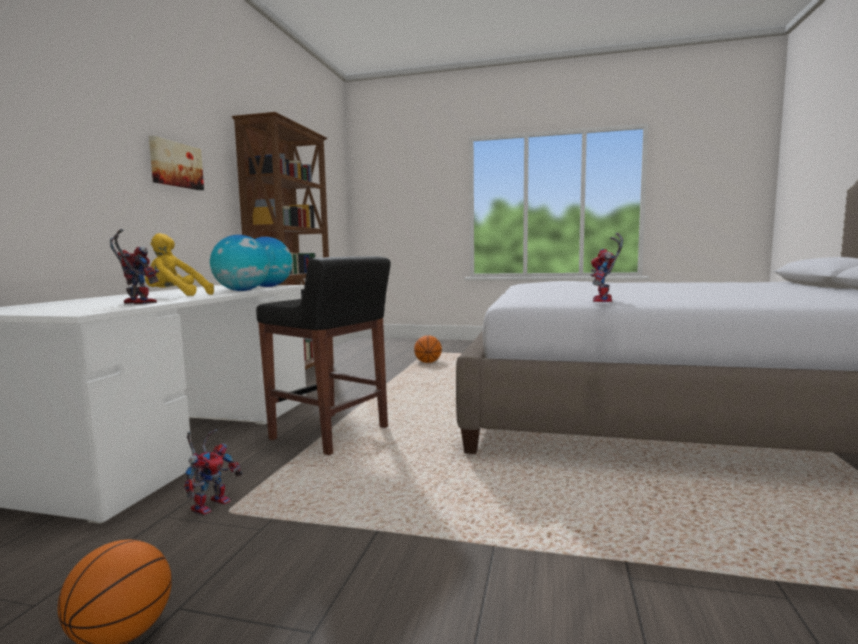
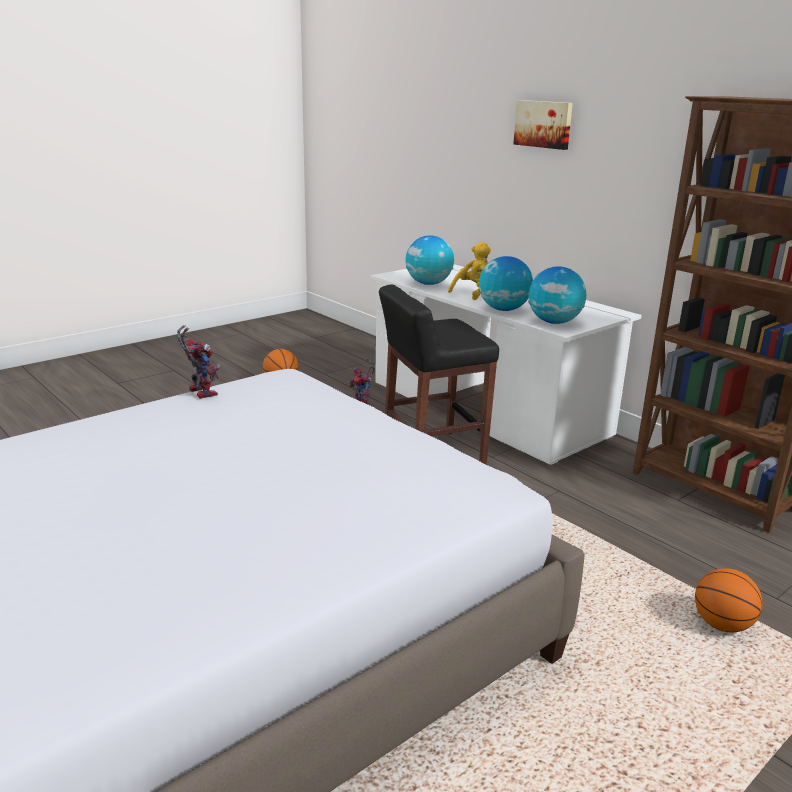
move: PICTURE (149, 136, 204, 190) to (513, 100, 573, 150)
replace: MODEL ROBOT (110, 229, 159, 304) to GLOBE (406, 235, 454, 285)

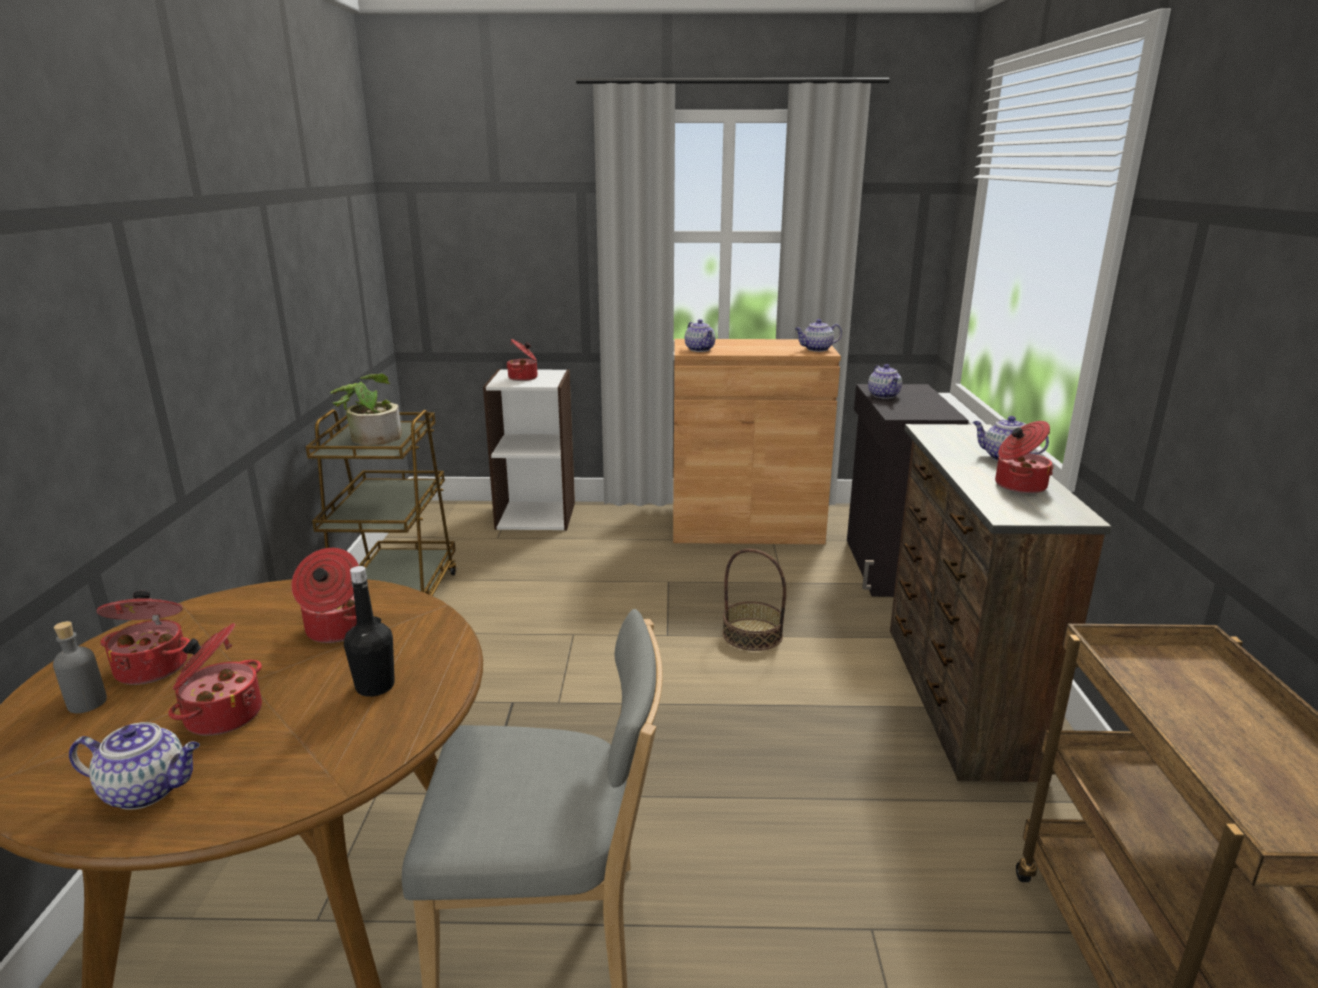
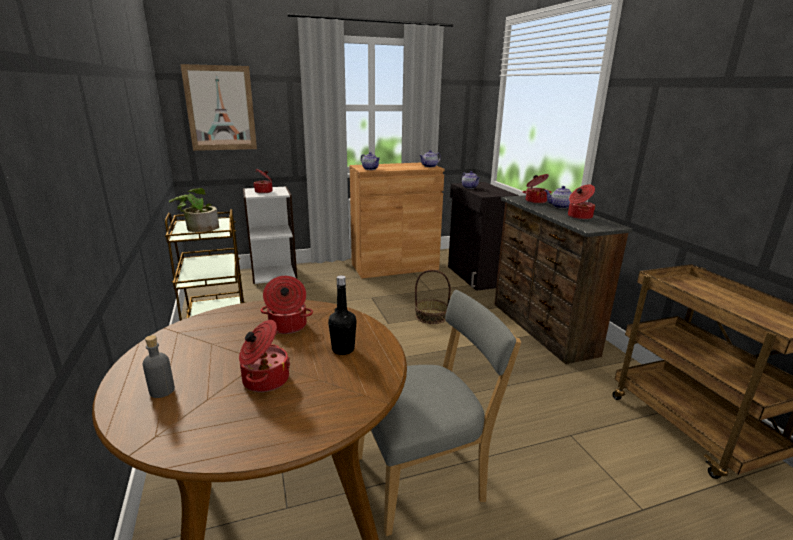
delete: POT FOR TEA (69, 722, 200, 810)
insert: PICTURE (180, 64, 257, 151)
move: SAUCEPOT (97, 591, 190, 685) to (523, 174, 552, 204)

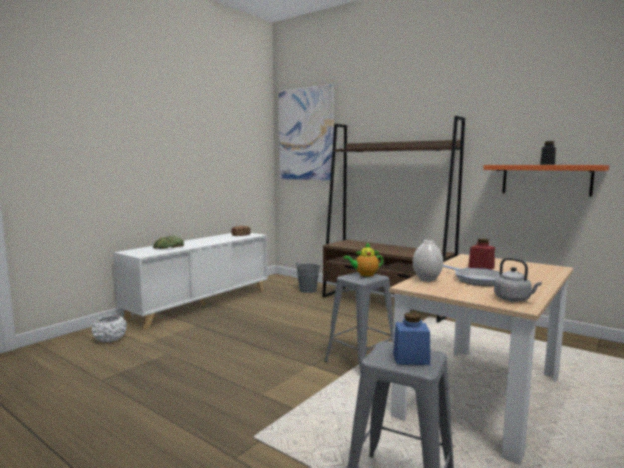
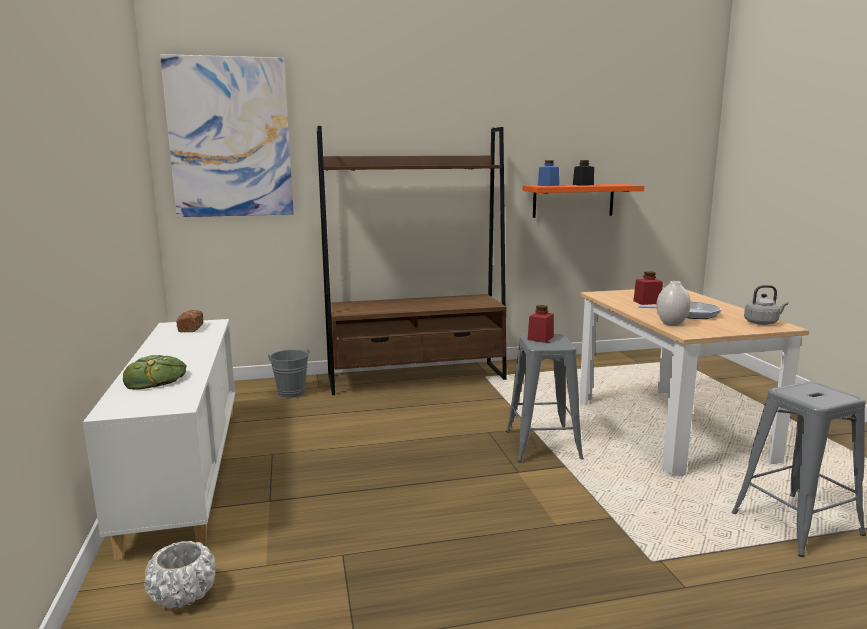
move: BLUISH STORAGE JAR (393, 312, 430, 365) to (538, 160, 559, 186)
replace: POT FOR TEA (343, 243, 383, 277) to RED STORAGE JAR (528, 305, 554, 343)

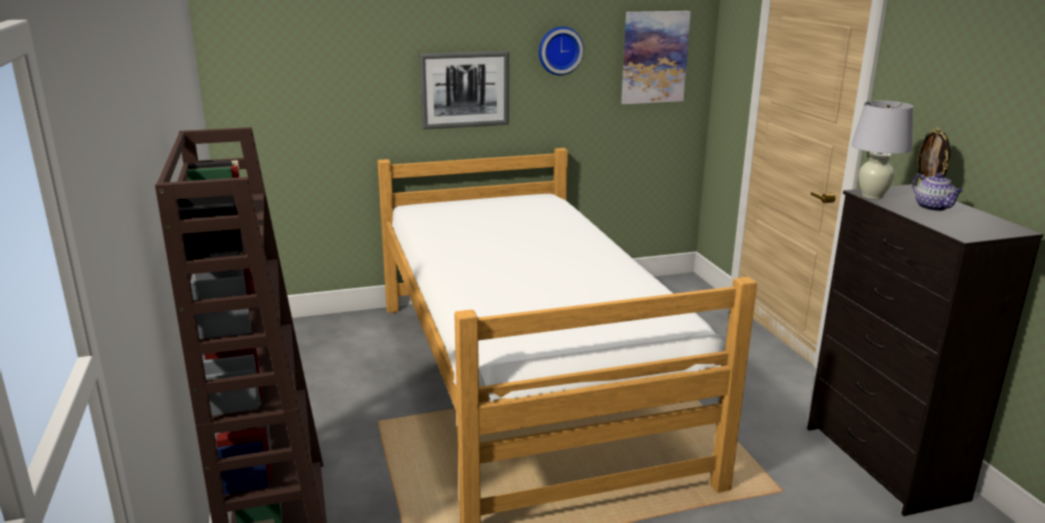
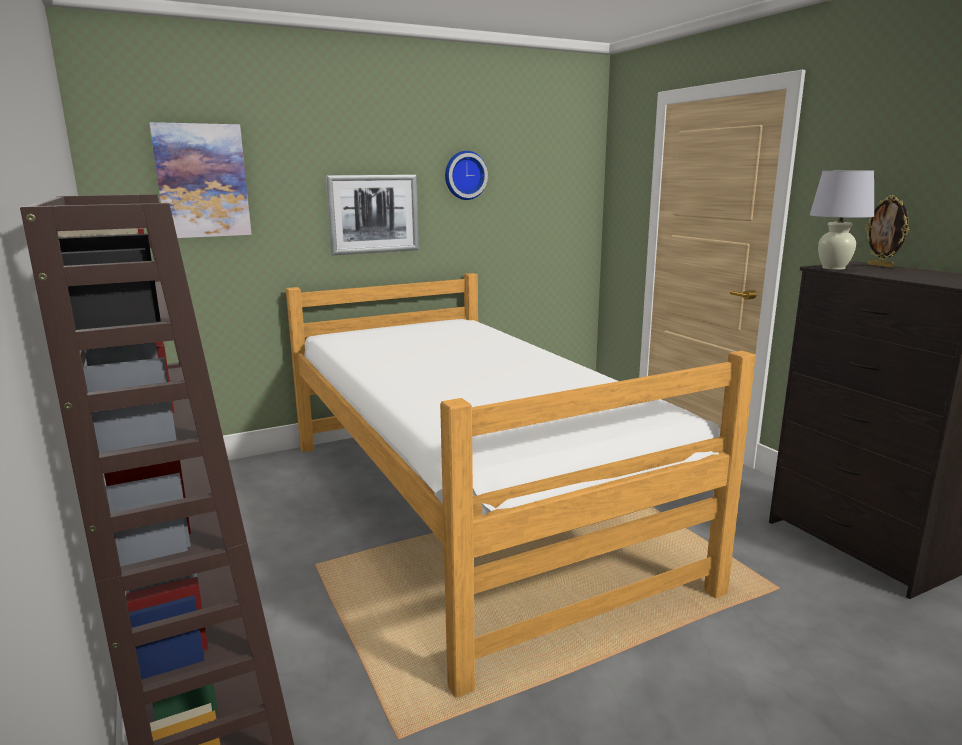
delete: POT FOR TEA (912, 173, 963, 211)
move: PICTURE (621, 11, 691, 104) to (149, 122, 252, 238)

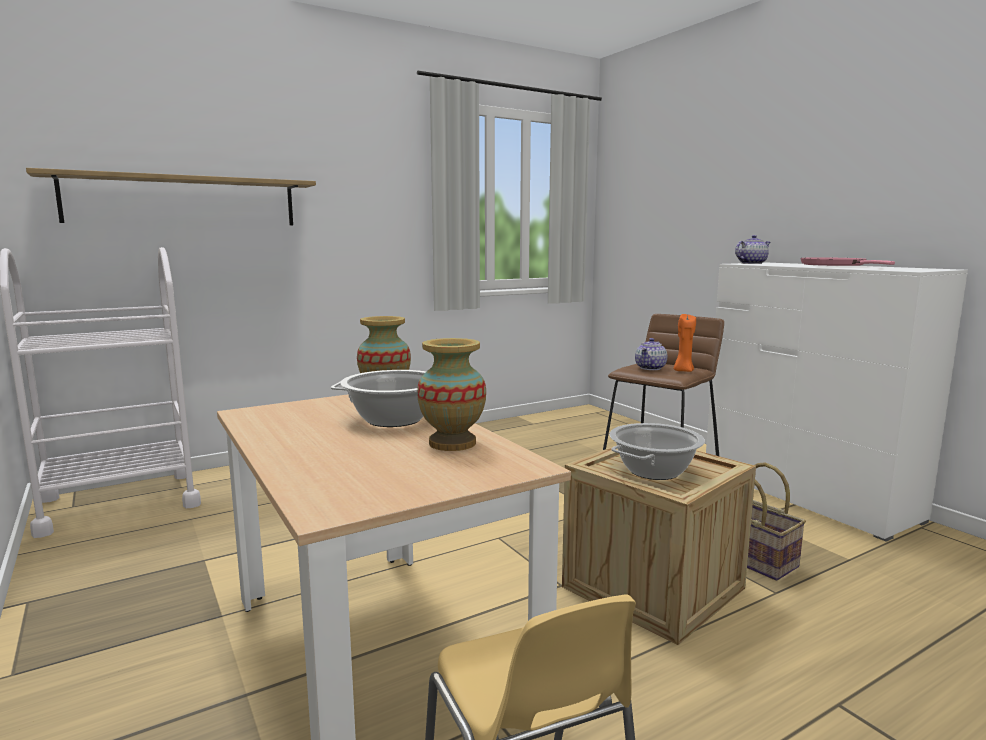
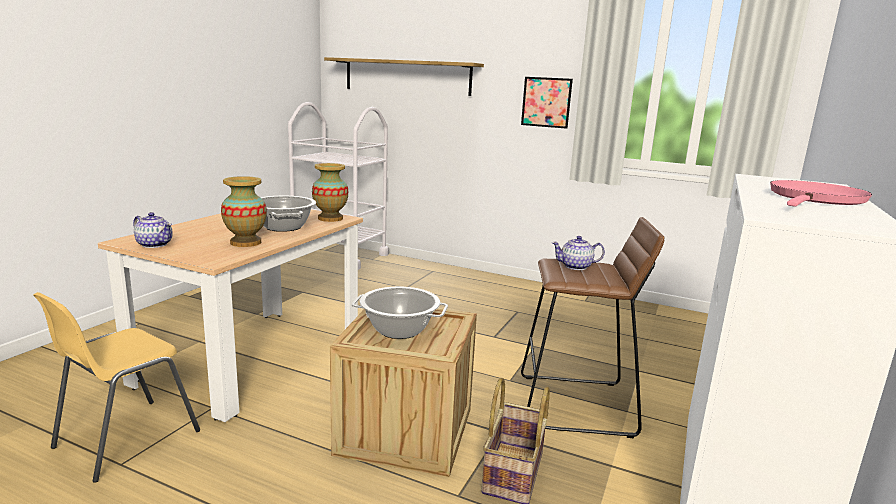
delete: ORANGE WAX LIGHT (674, 314, 696, 372)
insert: PICTURE (521, 77, 573, 129)
move: POT FOR TEA (735, 235, 771, 264) to (133, 212, 173, 248)

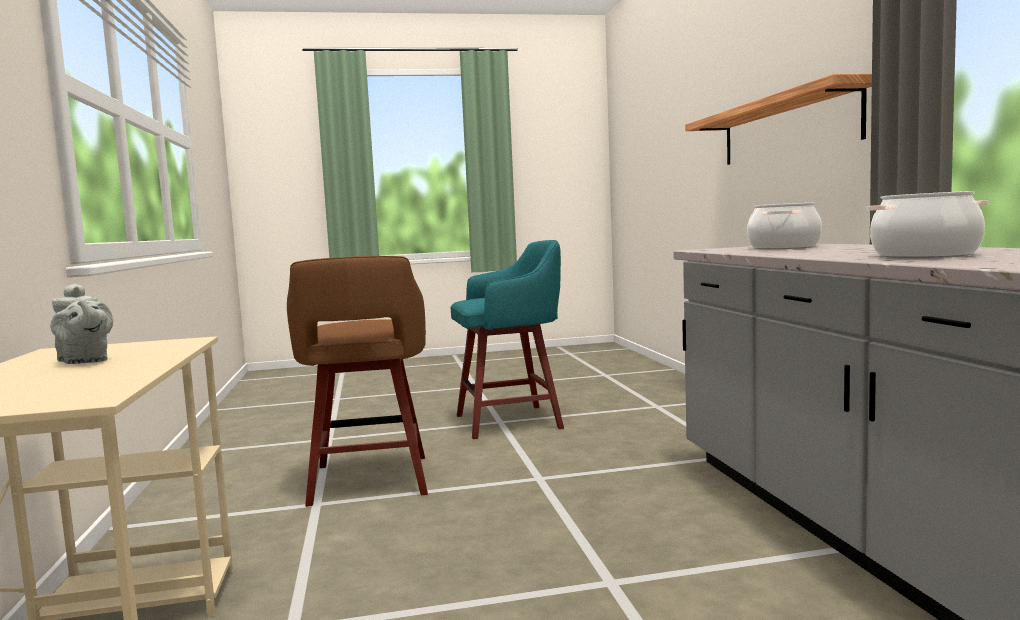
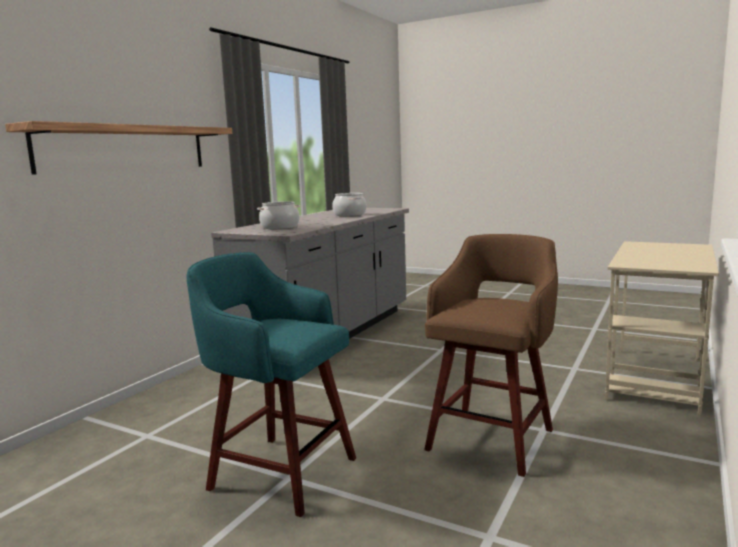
delete: GRAY POT FOR TEA (50, 283, 113, 364)

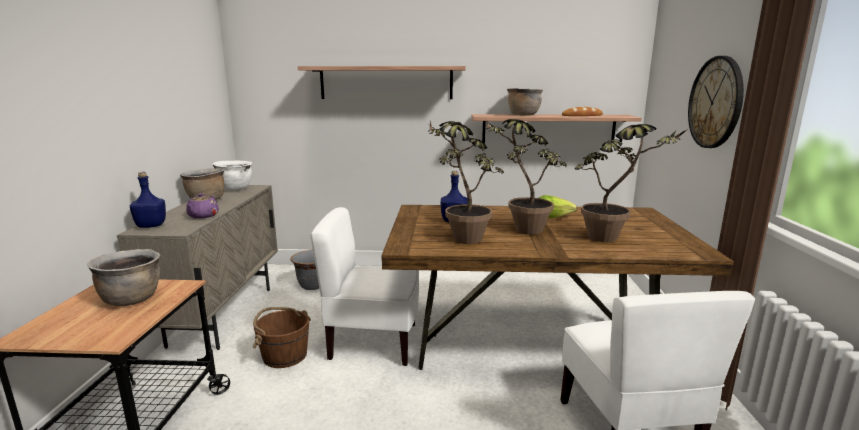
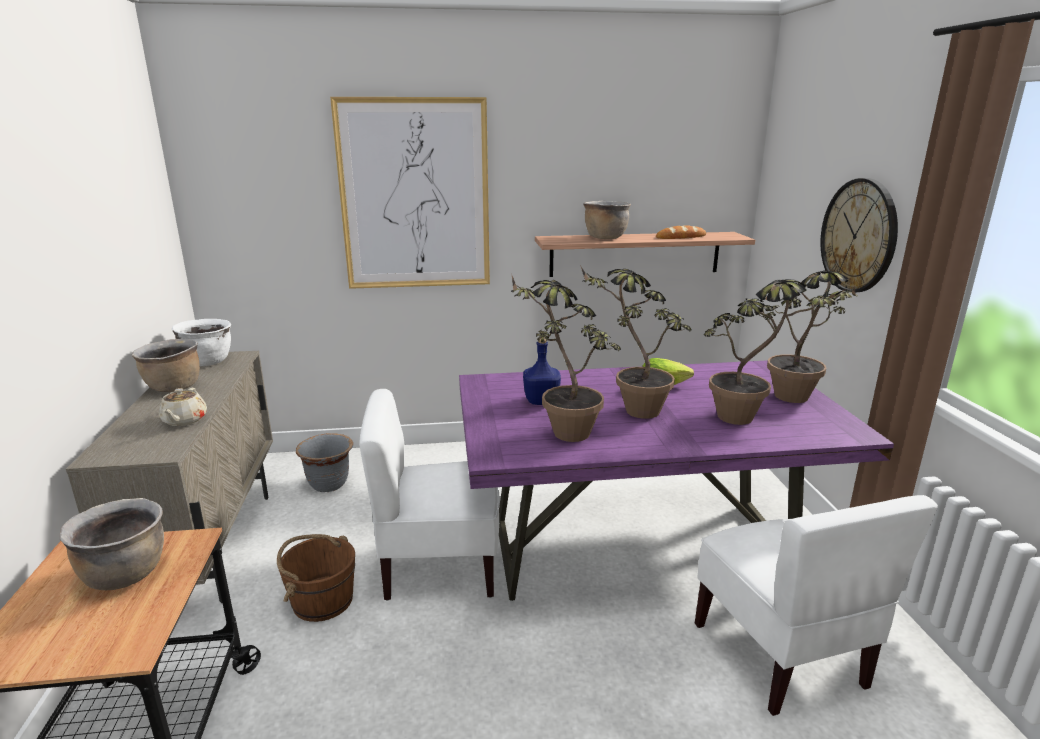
delete: BLUISH BOTTLE (130, 172, 166, 228)
insert: PLANT IN A POT (767, 270, 858, 403)
replace: WALL SHELF (298, 66, 466, 99) to PICTURE (330, 97, 490, 289)
recolor: PURPLISH POT FOR TEA (186, 193, 219, 219) to BEIGE POT FOR TEA (159, 388, 207, 426); BROWN-COLOURED DINNER TABLE (381, 205, 734, 370) to PURPLISH DINNER TABLE (459, 360, 894, 601)

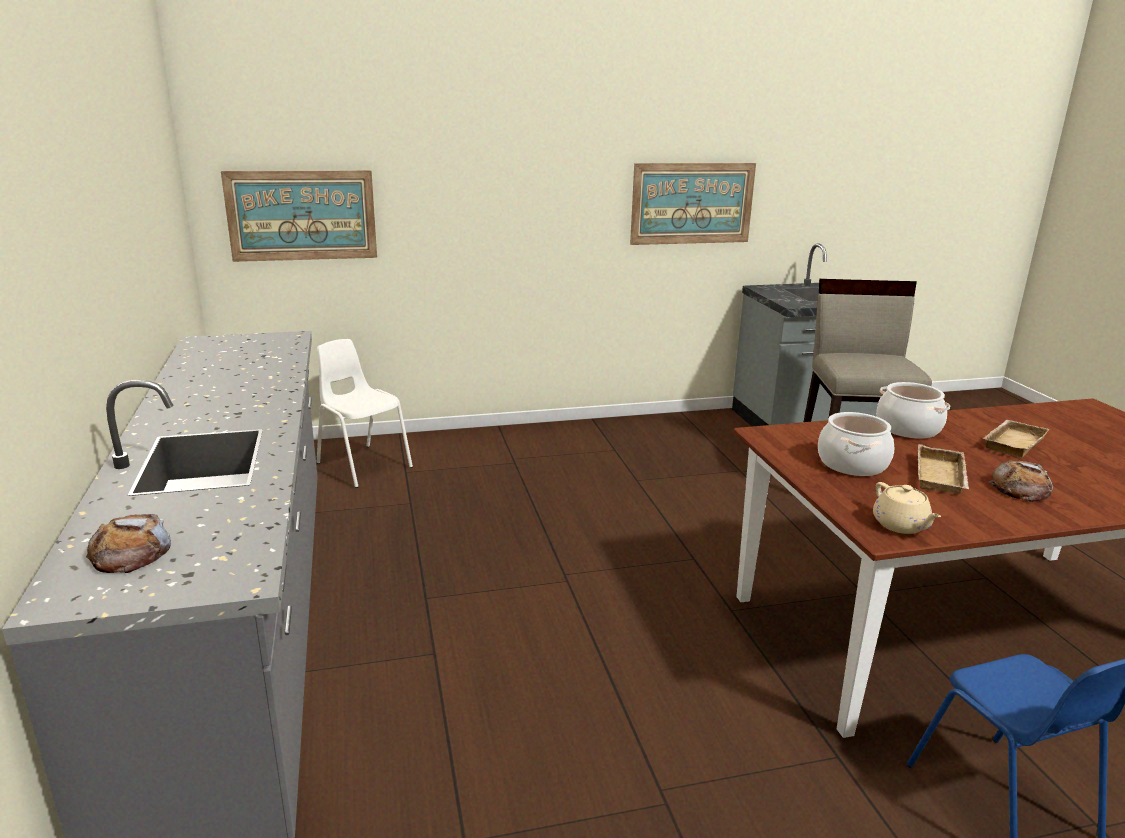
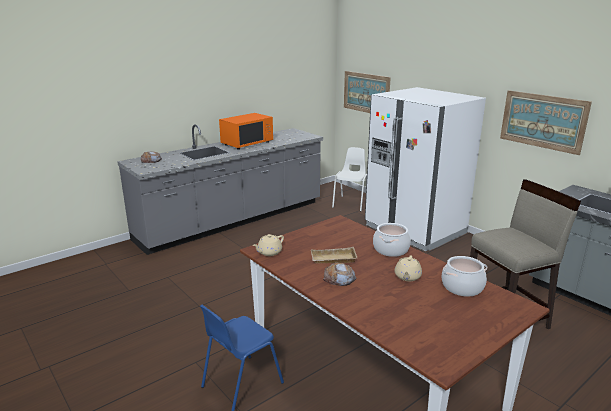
insert: WHITE REFRIGERATOR (365, 87, 486, 251); ORANGE MICROWAVE (219, 113, 273, 150)
move: SAUCEPOT (818, 412, 895, 476) to (442, 256, 487, 297)
replace: BEIGE TRAY (983, 420, 1050, 457) to BEIGE POT FOR TEA (394, 255, 422, 281)

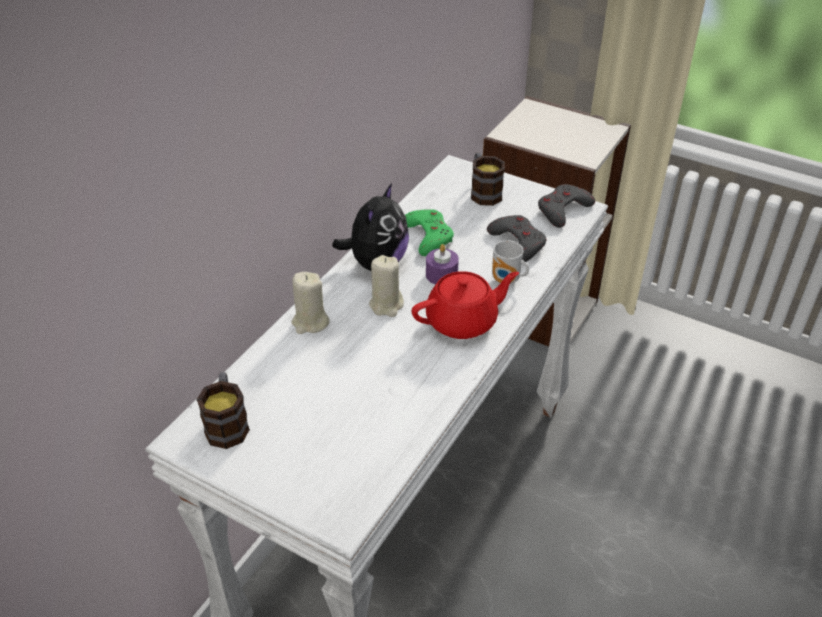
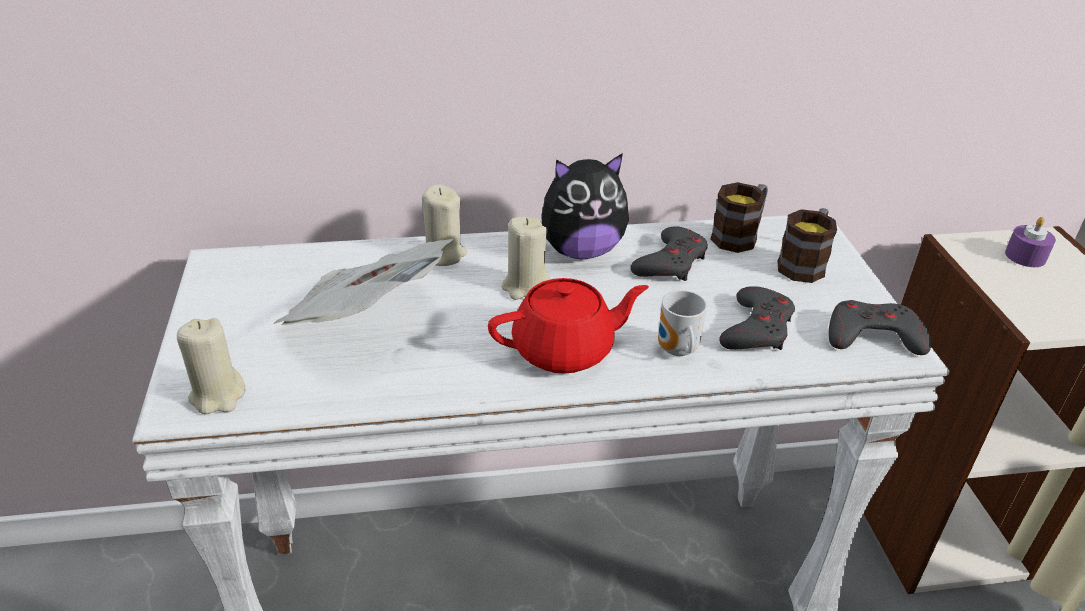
insert: PRINTED PAPER (274, 239, 453, 325); BEIGE WAX LIGHT (177, 318, 245, 414)
move: PURPLISH WAX LIGHT (426, 244, 459, 285) to (1005, 217, 1056, 267); COFFEE MUG (197, 372, 250, 449) to (710, 182, 767, 253)
recolor: GREEN GAME CONTROLLER (405, 209, 454, 256) to GRAY GAME CONTROLLER (630, 227, 708, 281)
rotate: RED POT FOR TEA (411, 271, 519, 339) = (488, 278, 649, 374) 45 degrees counterclockwise

